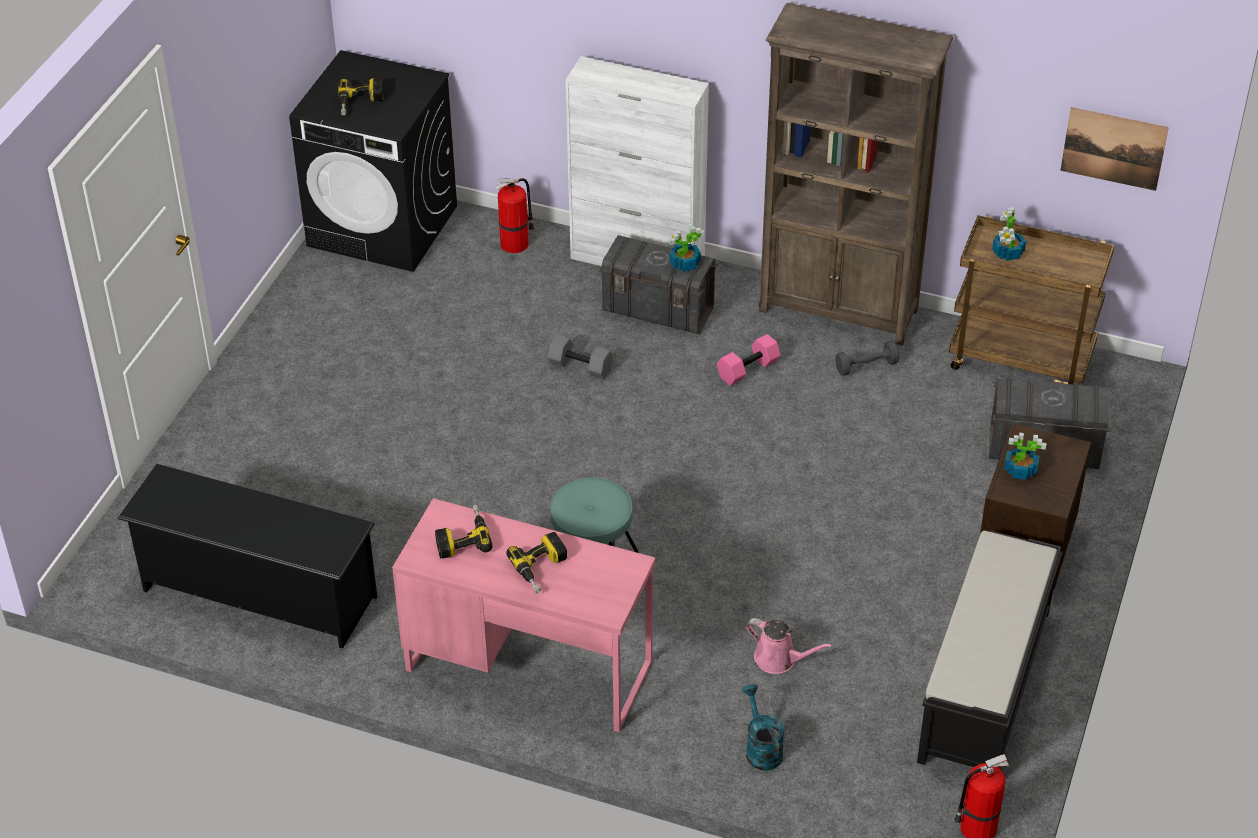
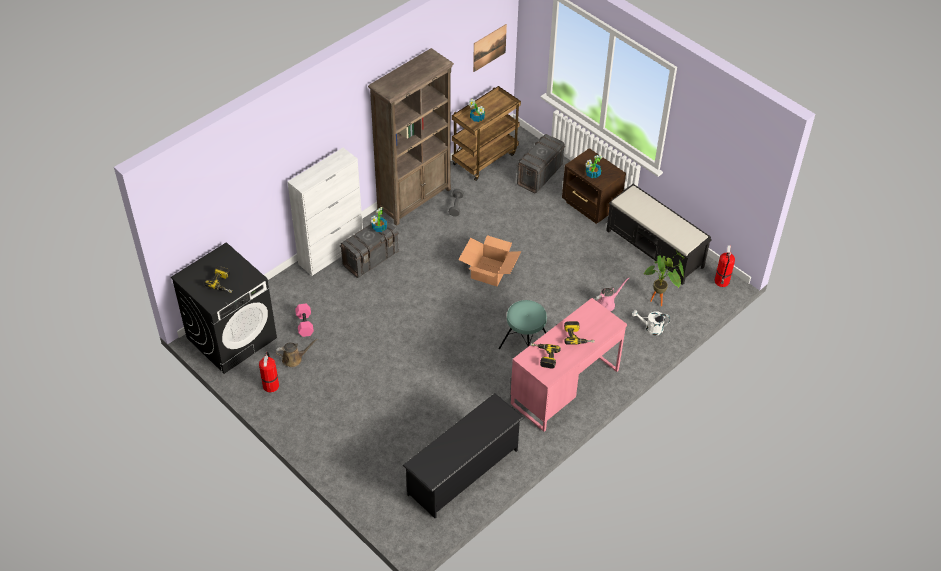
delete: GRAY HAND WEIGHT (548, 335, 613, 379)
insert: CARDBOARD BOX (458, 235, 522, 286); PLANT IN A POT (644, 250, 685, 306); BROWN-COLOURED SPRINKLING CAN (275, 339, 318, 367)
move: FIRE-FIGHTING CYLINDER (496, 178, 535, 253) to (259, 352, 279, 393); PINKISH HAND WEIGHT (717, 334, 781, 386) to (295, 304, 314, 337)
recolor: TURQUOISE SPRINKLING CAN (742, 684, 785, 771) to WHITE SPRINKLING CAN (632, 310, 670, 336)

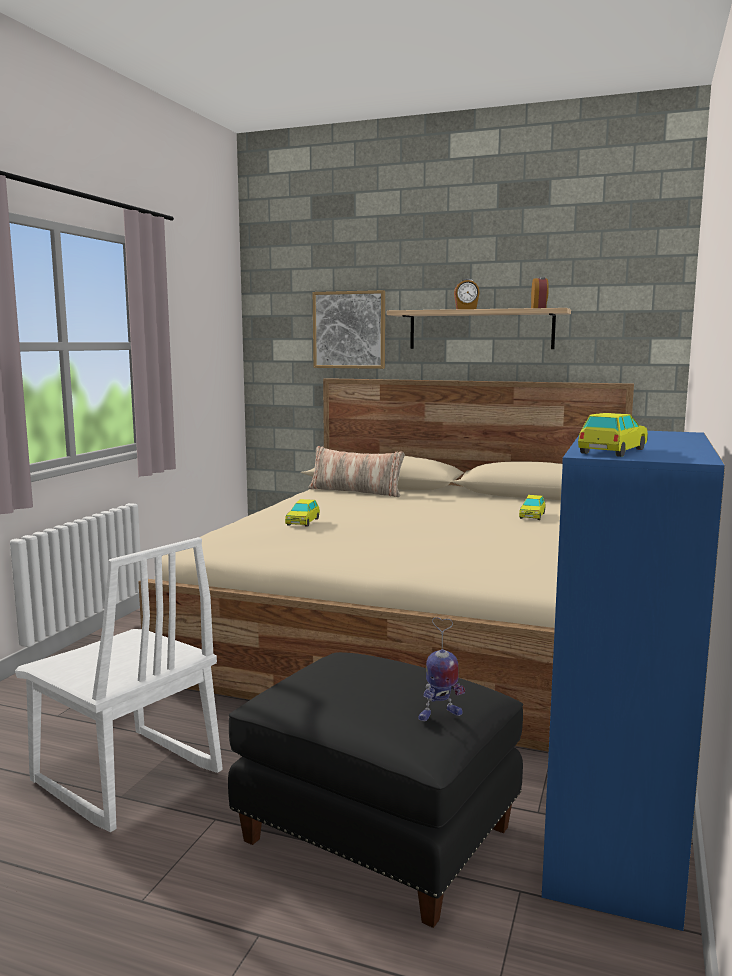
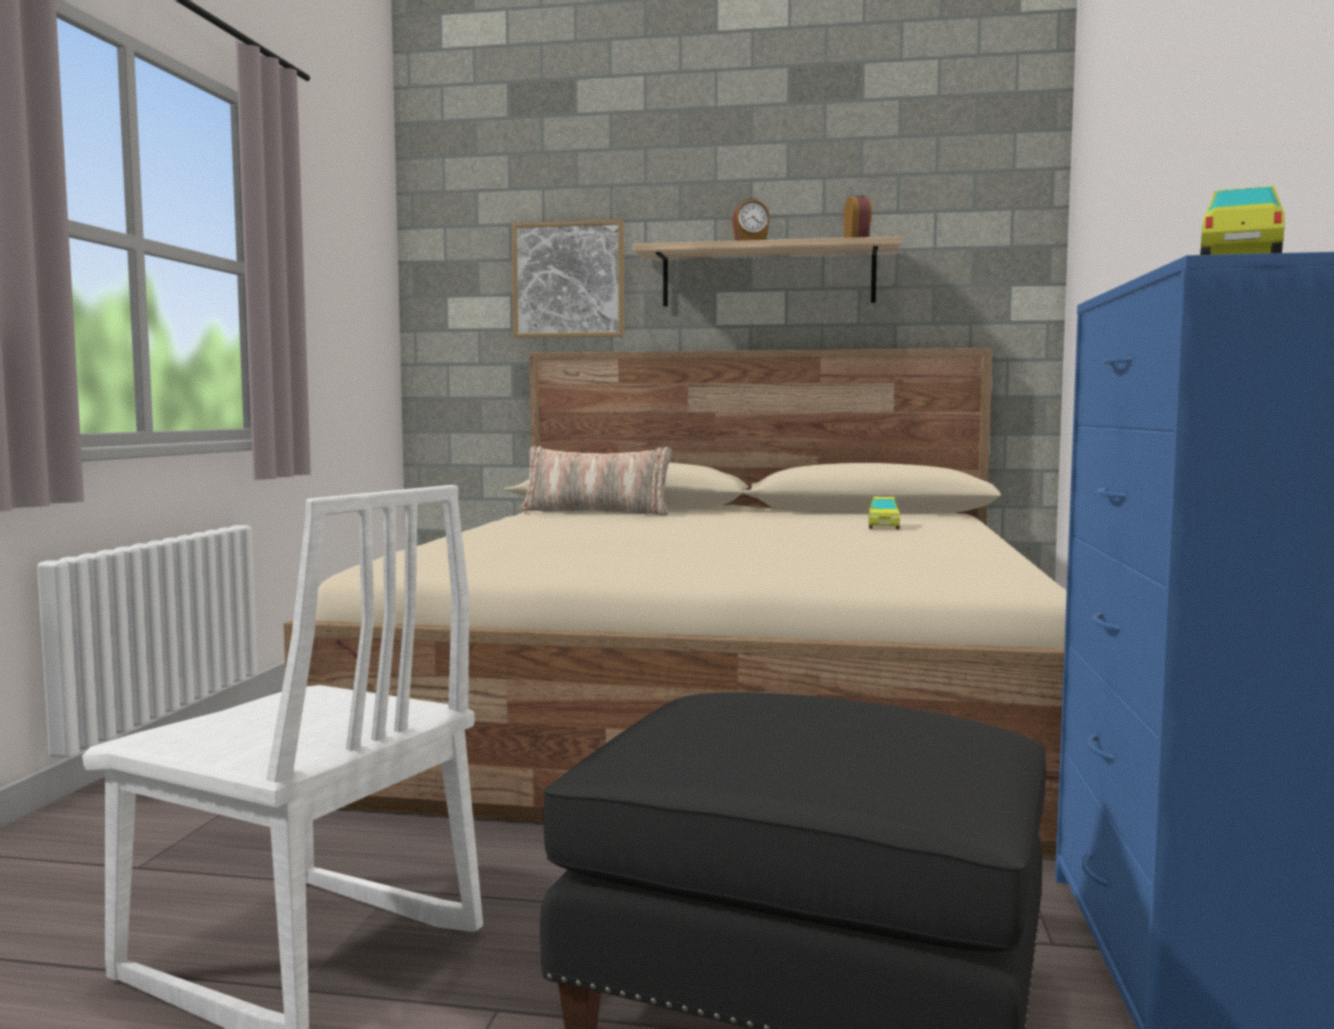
delete: TOY CAR (285, 499, 320, 527); MODEL ROBOT (419, 617, 465, 721)

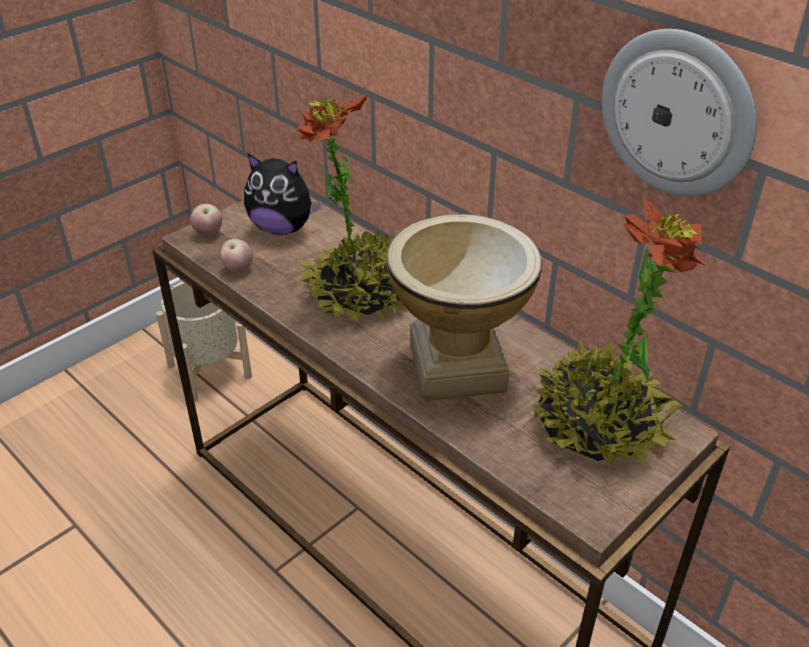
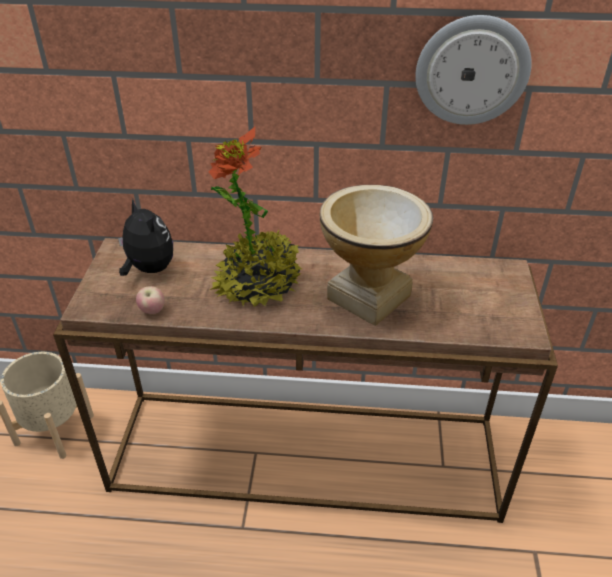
delete: PLANT IN A POT (532, 199, 706, 465); WHOLE APPLE (190, 204, 222, 235)
rotate: PLUSH TOY (244, 153, 323, 235) = (118, 199, 173, 276) 105 degrees counterclockwise

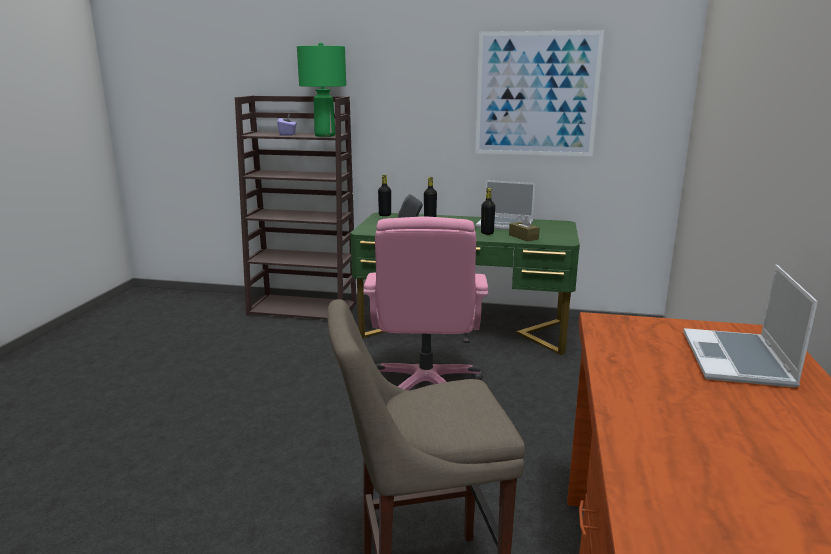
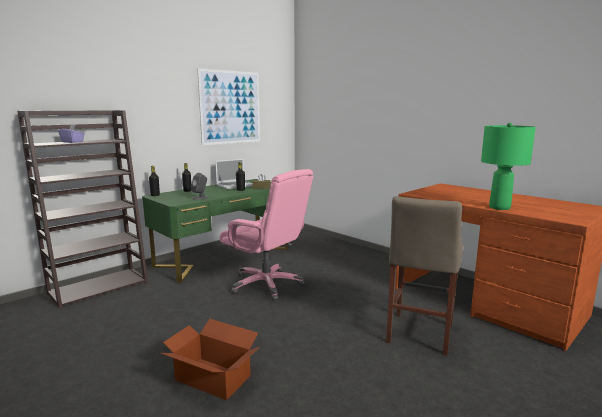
delete: LAPTOP (683, 264, 818, 387)
insert: CARDBOARD BOX (161, 319, 259, 400)
move: GREEN TABLE LAMP (297, 42, 346, 137) to (481, 123, 536, 210)

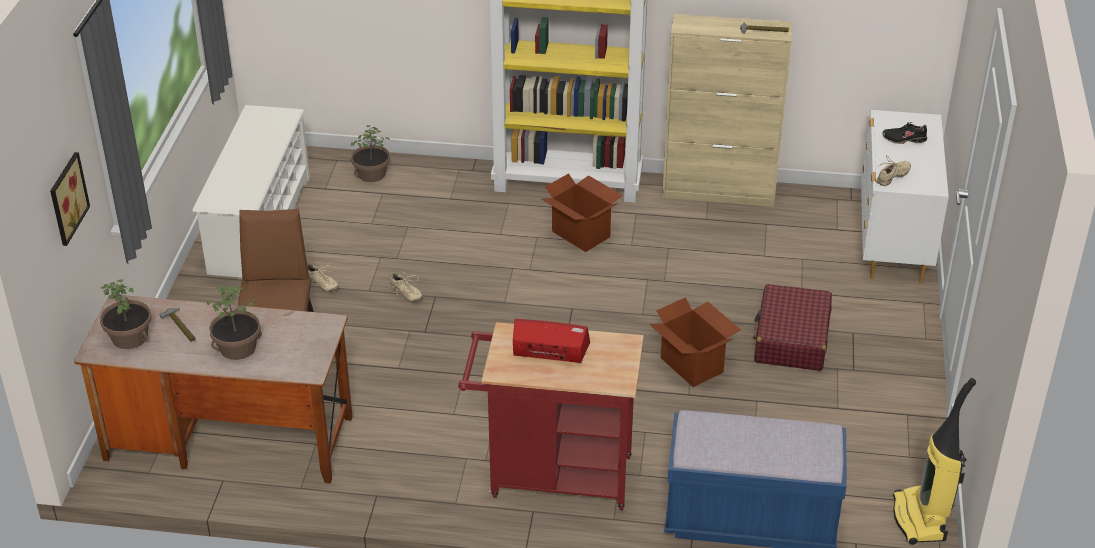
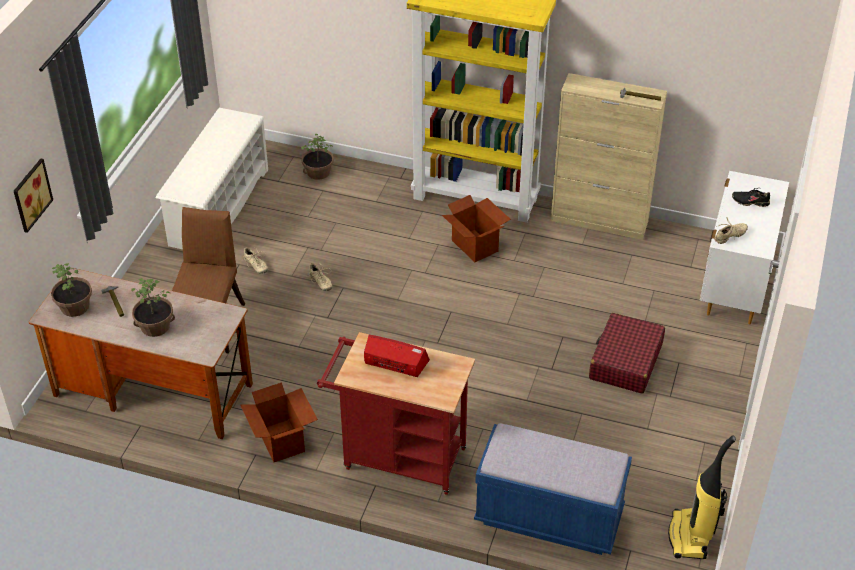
move: CARDBOARD BOX (649, 297, 741, 387) to (240, 382, 318, 462)

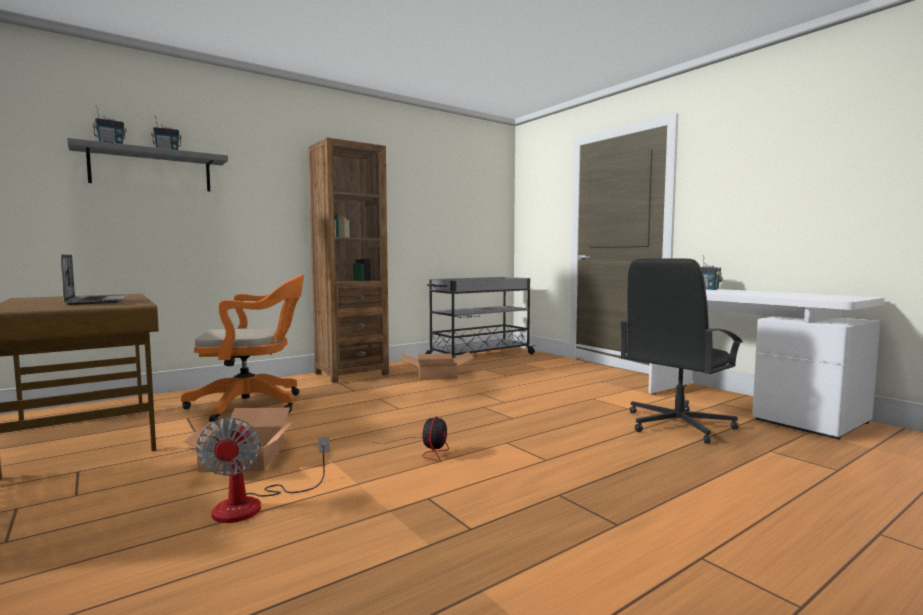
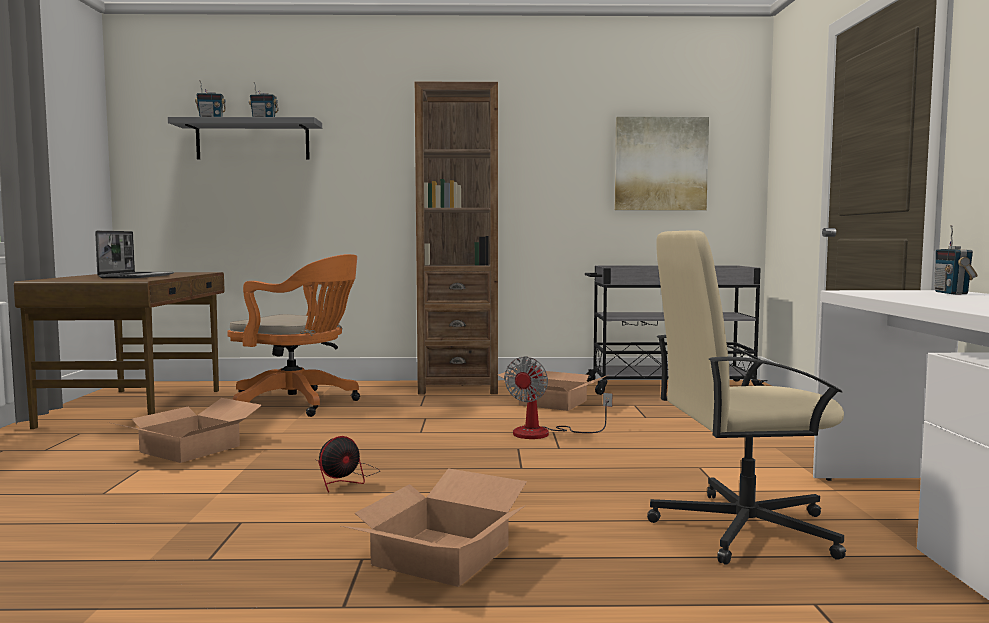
insert: PICTURE (615, 117, 709, 210); CARDBOARD BOX (341, 468, 527, 587)
move: ELECTRIC FAN (196, 417, 329, 523) to (504, 356, 612, 439)
recolor: BLACK-COLOURED OFFICE CHAIR (619, 259, 743, 444) to BEIGE OFFICE CHAIR (647, 230, 846, 565)

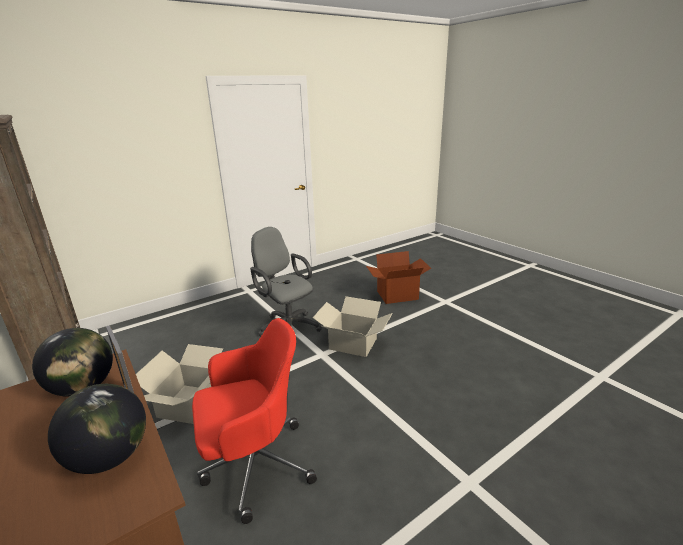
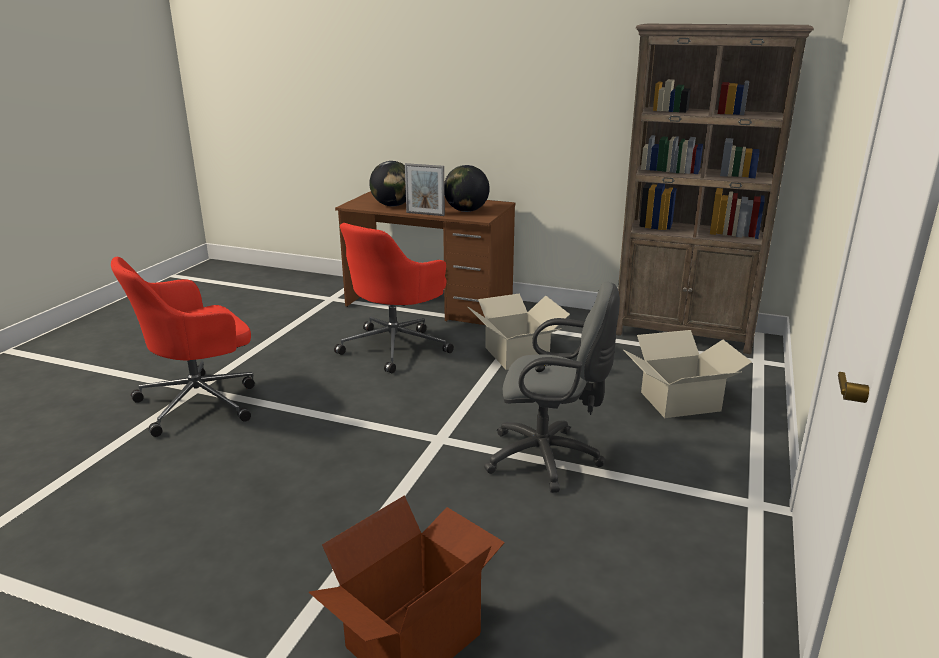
insert: RED OFFICE CHAIR (111, 257, 255, 437)
move: CARDBOARD BOX (313, 296, 393, 357) to (623, 330, 752, 418)

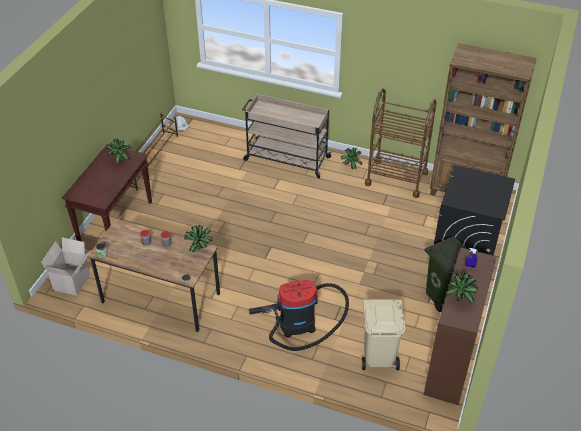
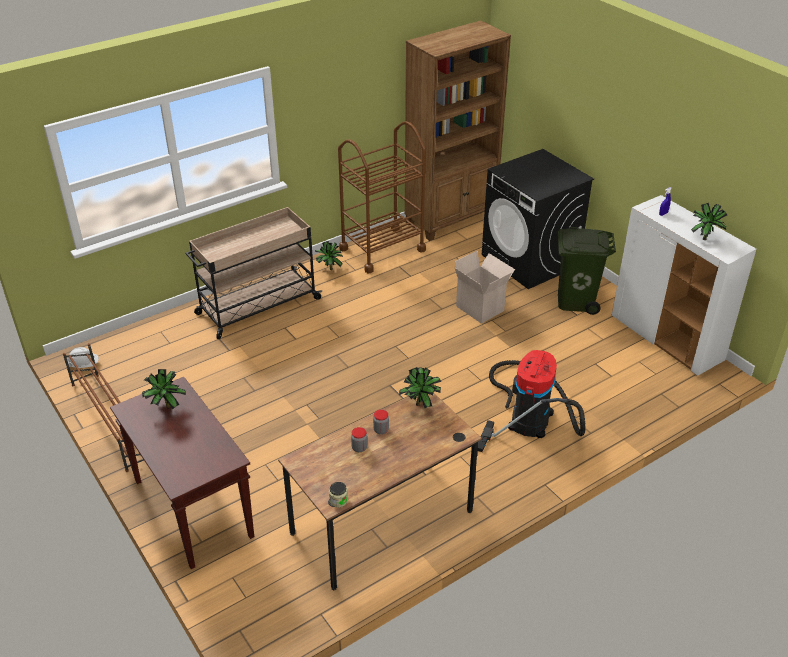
delete: BEIGE RUBBISH BIN (362, 299, 405, 370)
move: CARDBOARD BOX (41, 237, 91, 296) to (455, 251, 515, 324)
recolor: BROWN-COLOURED CABINET (424, 248, 497, 405) to WHITE CABINET (612, 195, 756, 376)

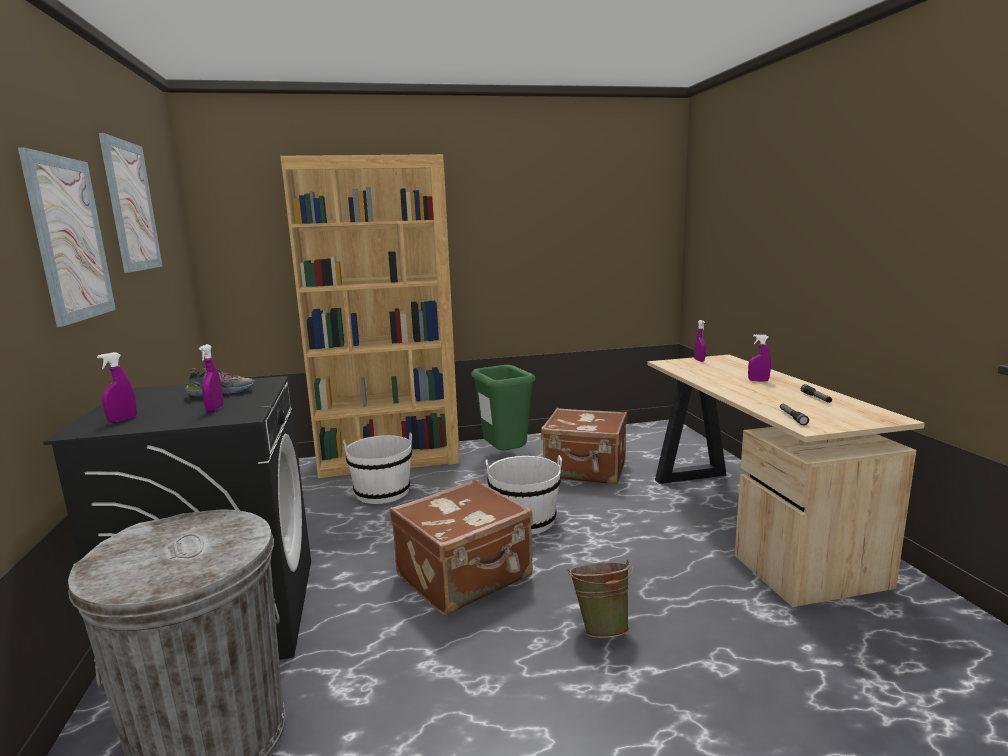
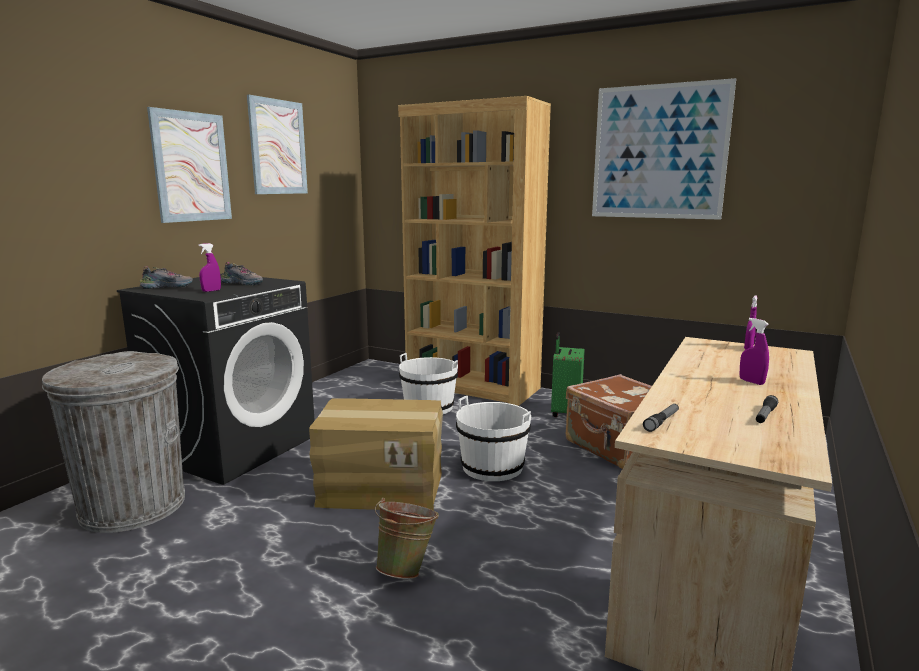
insert: PICTURE (592, 78, 736, 220)
replace: PURPLISH SPRAYER (97, 352, 137, 423) to ITEM OF FOOTWEAR (139, 266, 193, 289); GREEN RUBBISH BIN (471, 365, 535, 450) to GREEN PIECE OF LUGGAGE (551, 332, 585, 417); BROWN-COLOURED PIECE OF LUGGAGE (390, 479, 533, 616) to CARDBOARD BOX (309, 398, 443, 510)

